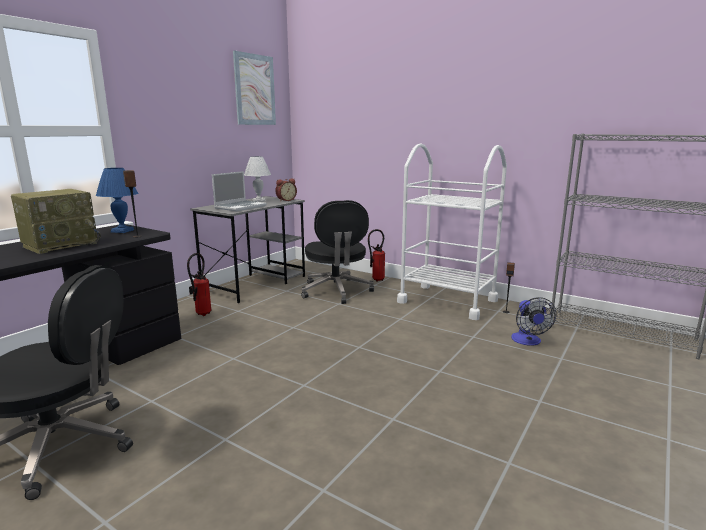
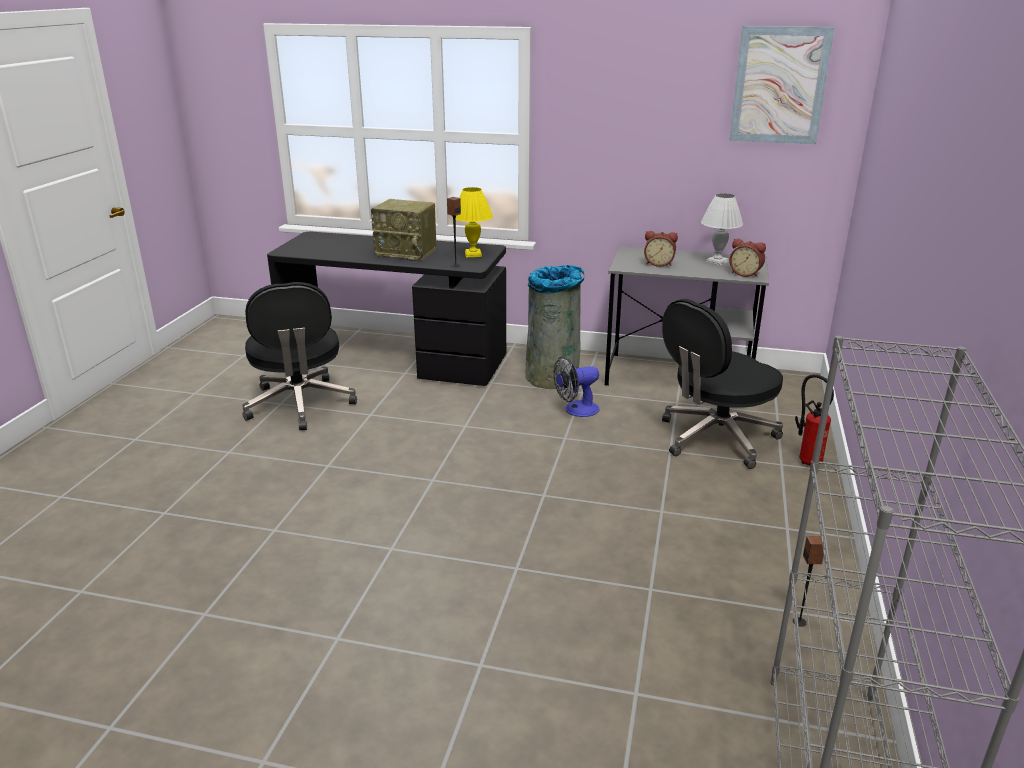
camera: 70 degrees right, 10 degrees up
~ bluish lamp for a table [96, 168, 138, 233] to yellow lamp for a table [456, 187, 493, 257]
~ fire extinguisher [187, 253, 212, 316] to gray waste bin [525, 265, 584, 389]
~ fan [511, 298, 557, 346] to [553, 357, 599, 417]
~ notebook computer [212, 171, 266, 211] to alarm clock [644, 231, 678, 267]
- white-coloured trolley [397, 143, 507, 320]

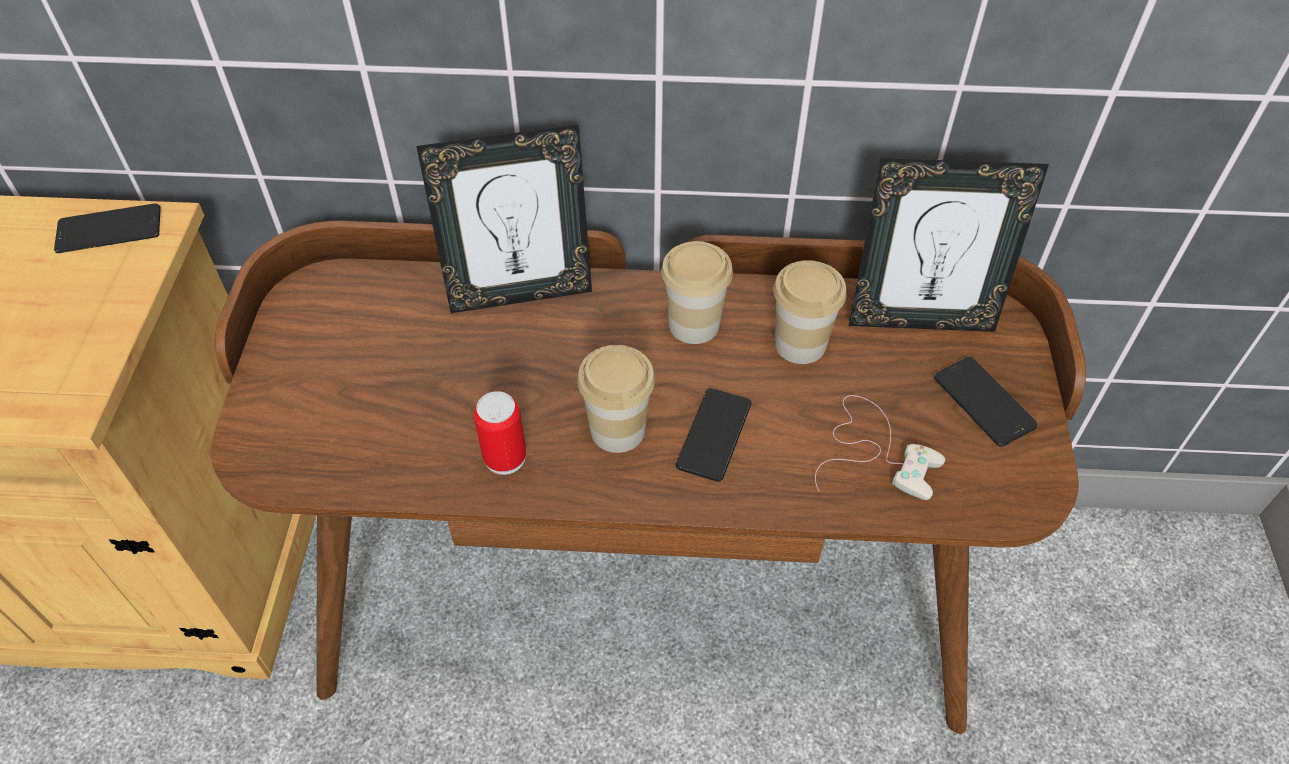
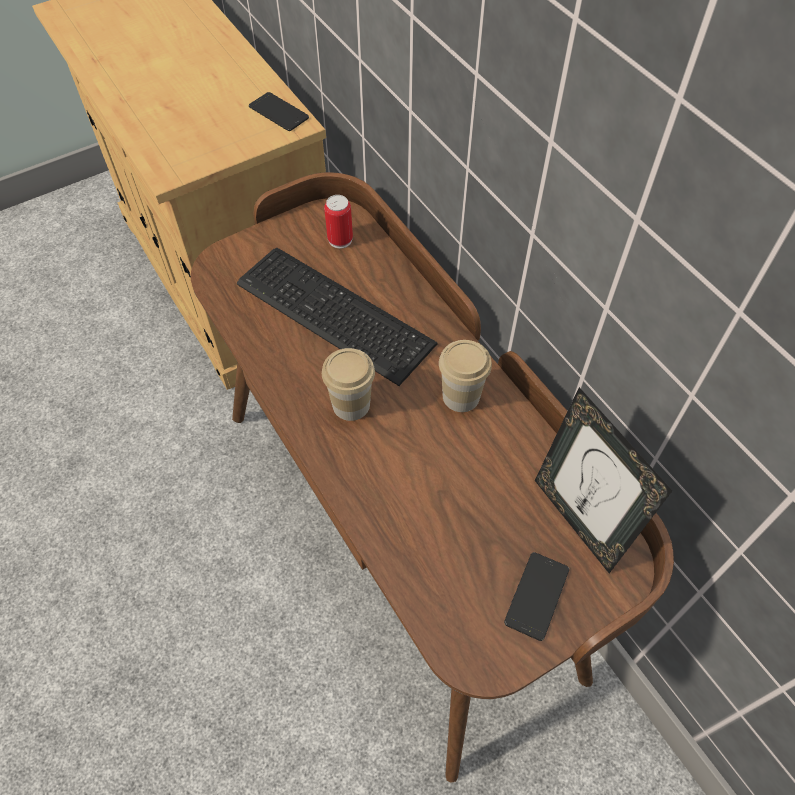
camera: 55 degrees right, 5 degrees up
+ keyboard [237, 248, 438, 386]
~ can [474, 391, 526, 475] to [324, 195, 353, 249]
- photo frame [416, 124, 592, 313]
- phone [676, 388, 751, 482]
- cup [773, 260, 846, 364]
- white-coloured joypad [815, 395, 945, 500]

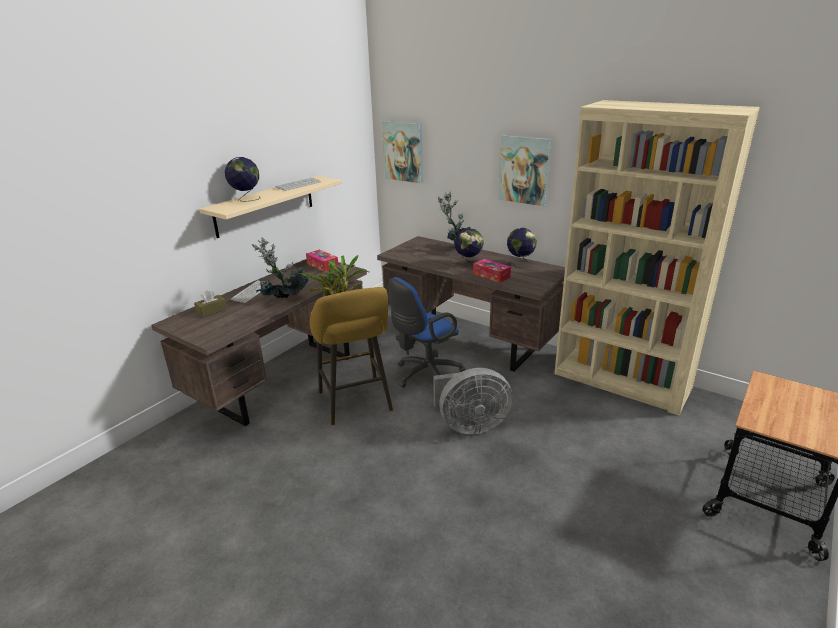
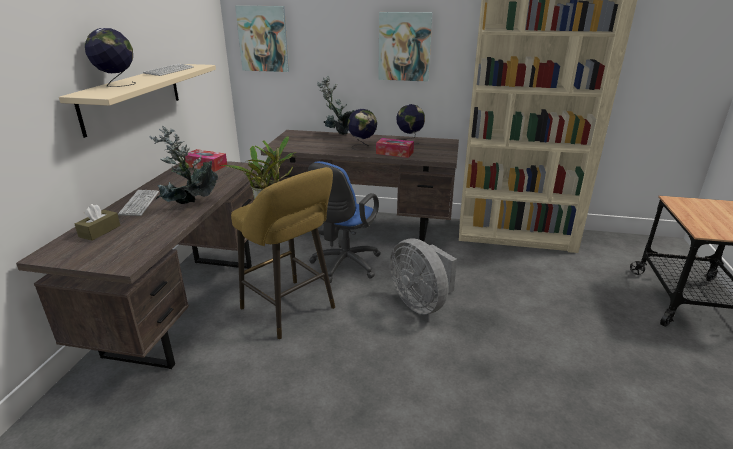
camera: 25 degrees left, 0 degrees up
~ gray fan [433, 368, 513, 435] = [390, 238, 457, 314] 90 degrees clockwise

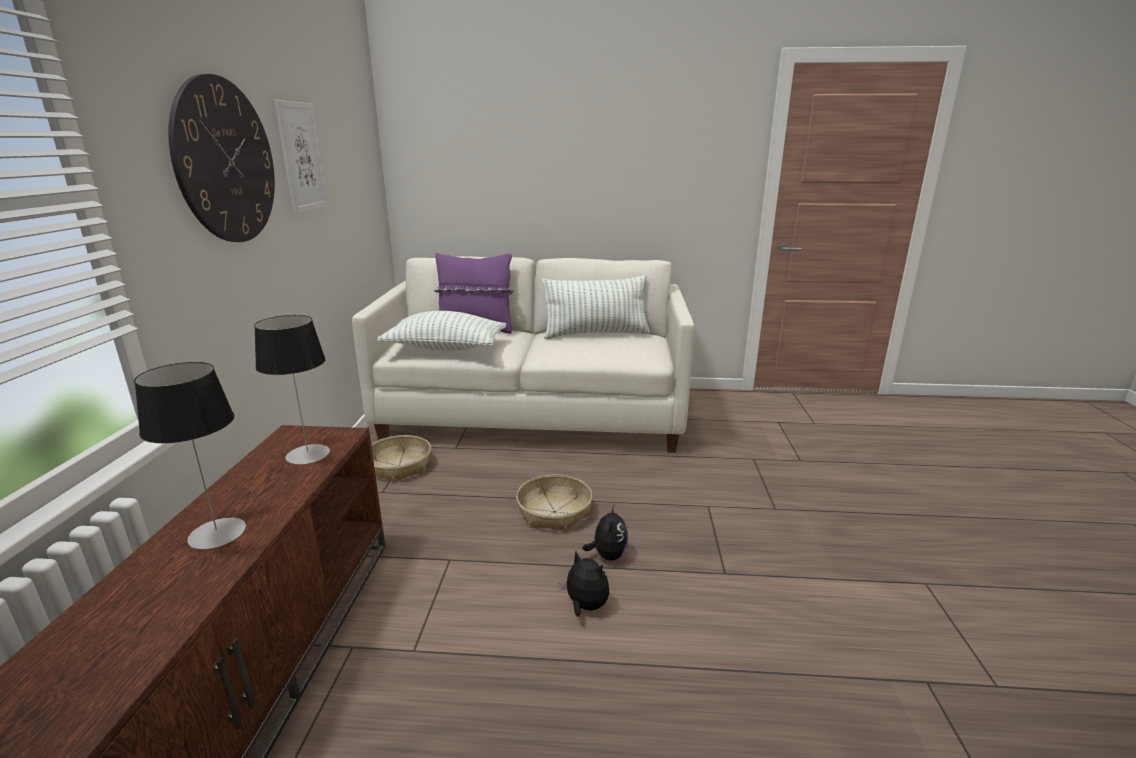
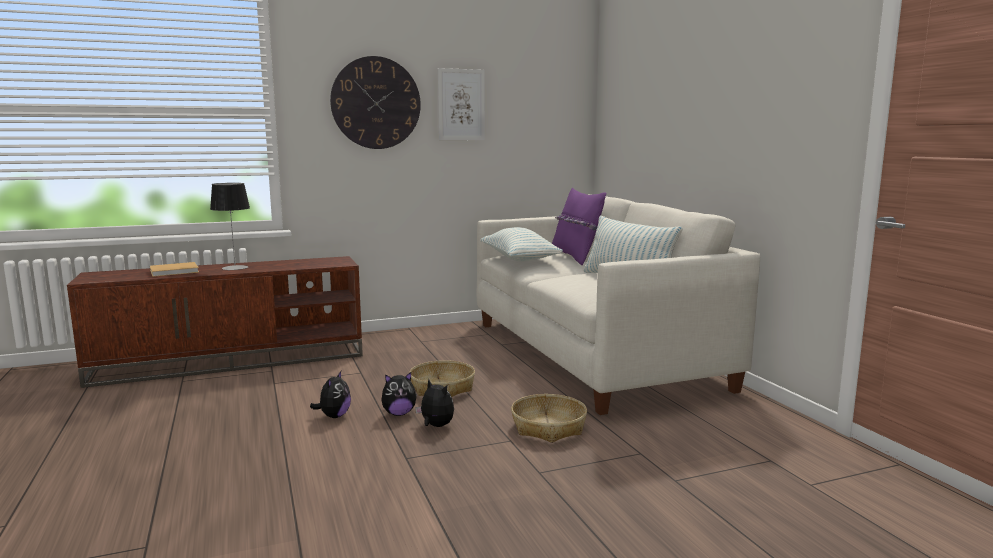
camera: 65 degrees right, 10 degrees down
+ beige-coloured bound book [150, 262, 199, 277]
+ plush toy [415, 379, 454, 427]
~ basket [371, 435, 431, 482] to [511, 394, 587, 443]
- lamp for a table [254, 315, 330, 465]

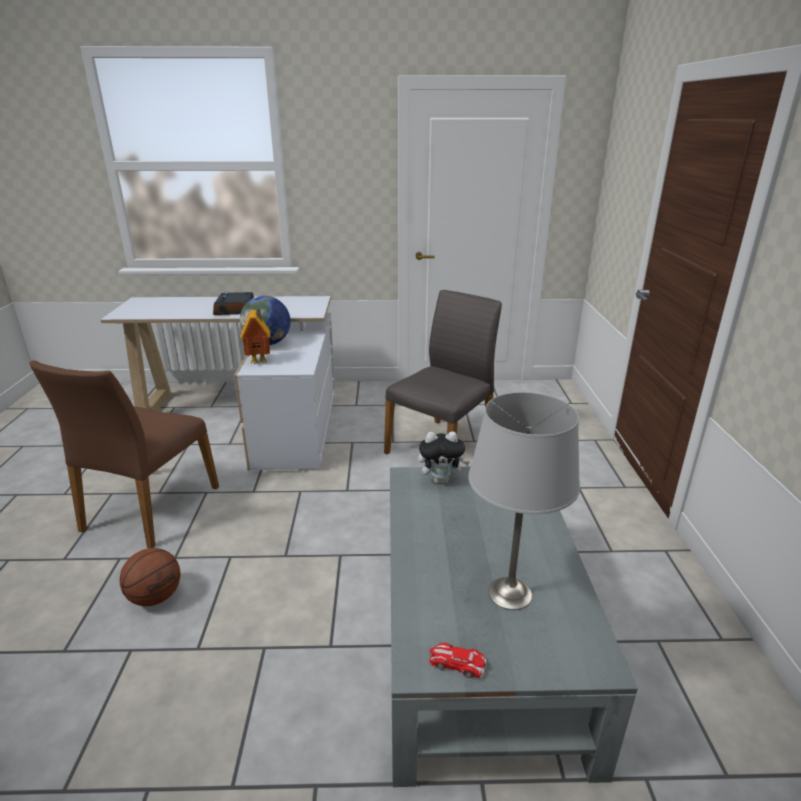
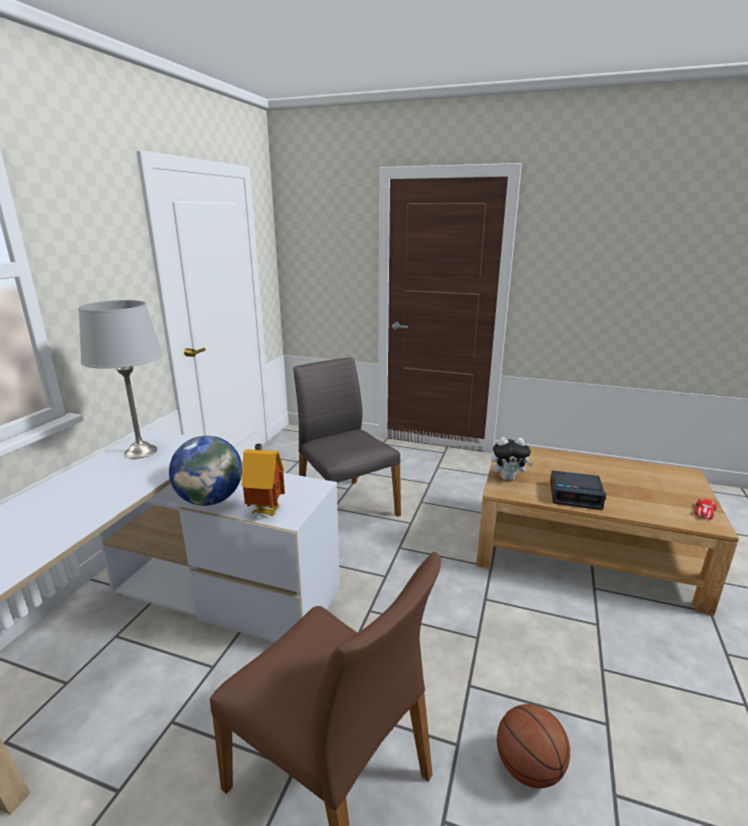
camera: 70 degrees left, 5 degrees down
~ gray lamp for a table [468, 392, 580, 610] to [78, 300, 163, 459]
~ gray low table [390, 467, 638, 787] to brownish low table [476, 442, 739, 615]
~ plush toy [418, 432, 470, 484] = [491, 437, 533, 480] 75 degrees clockwise
~ alarm clock [213, 292, 254, 315] to [550, 470, 606, 510]

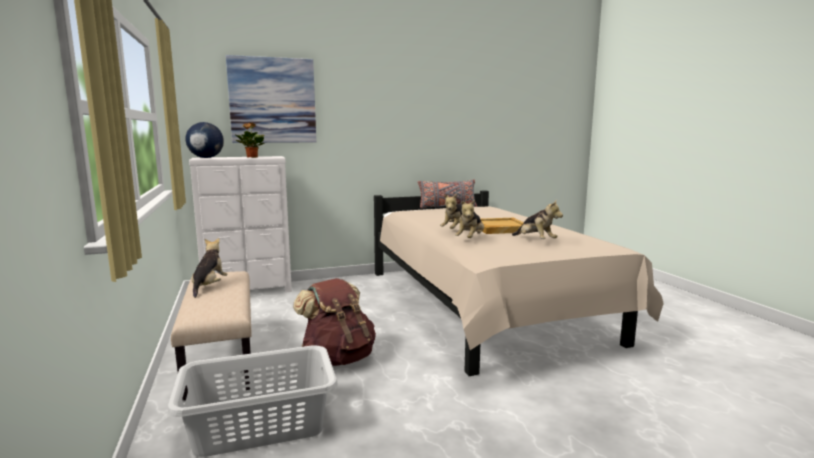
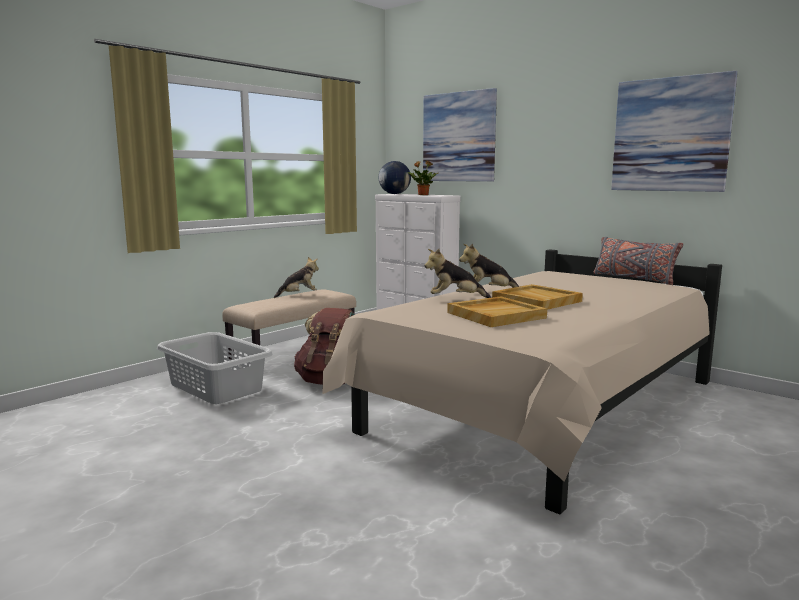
camera: 60 degrees right, 0 degrees up
~ plush toy [512, 201, 563, 239] to beige-coloured carrying tray [447, 296, 547, 327]
+ picture [611, 71, 738, 192]

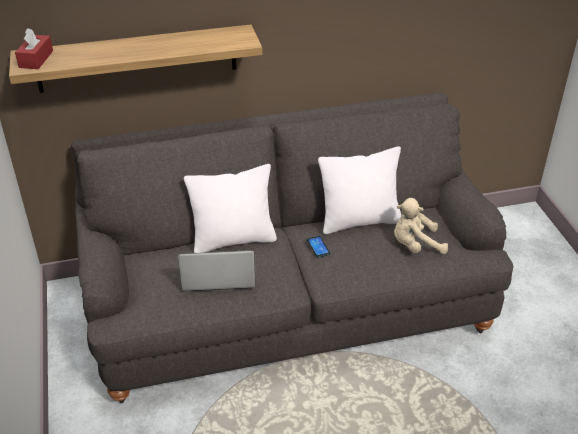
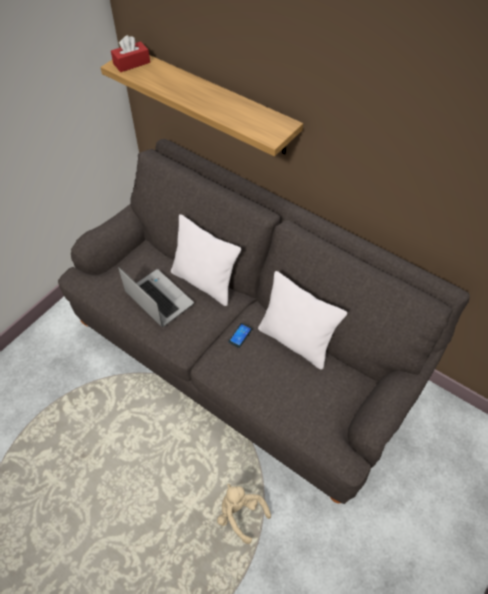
camera: 50 degrees right, 15 degrees up
~ beige-coloured plush toy [394, 198, 448, 254] to [217, 484, 271, 544]

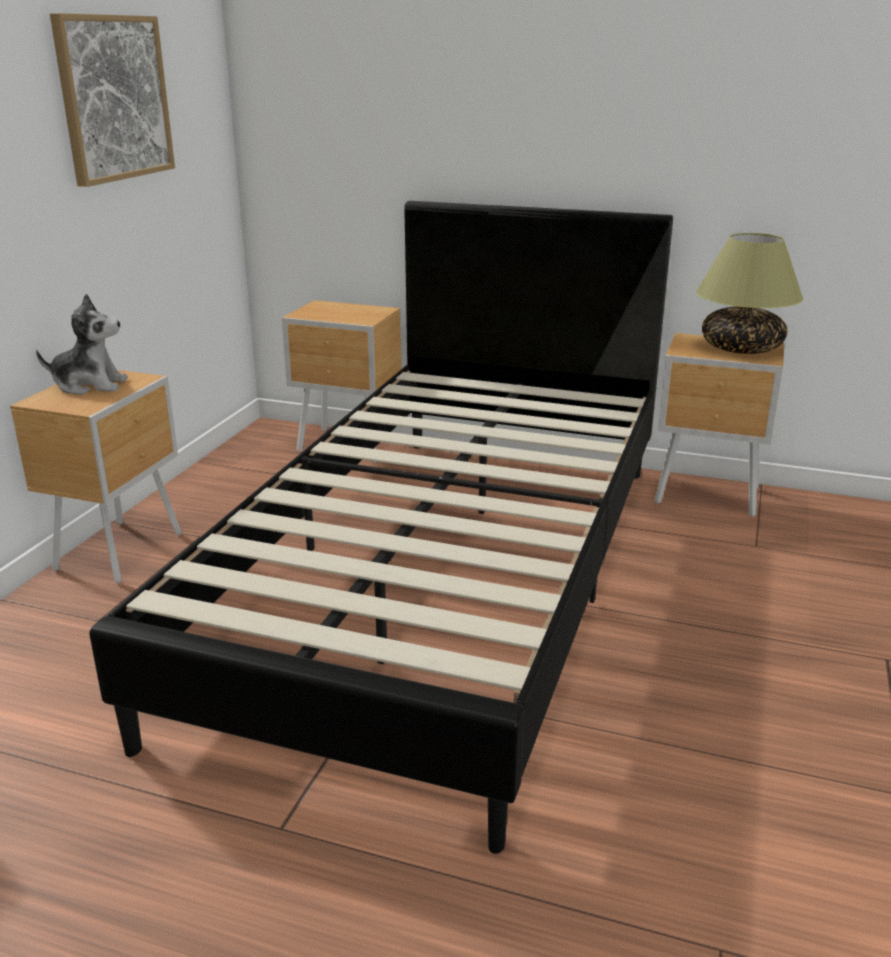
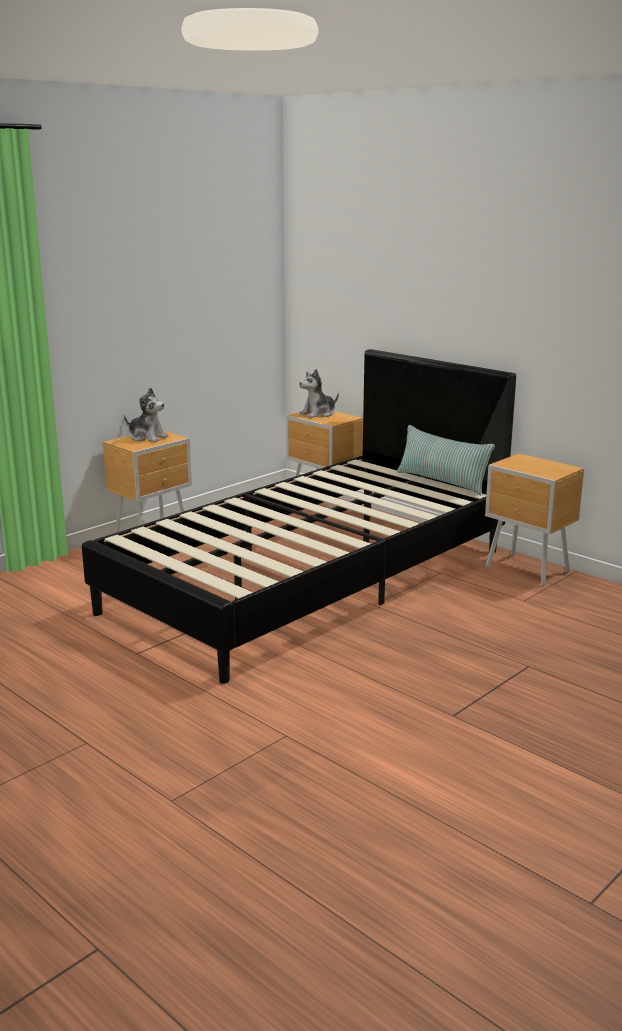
camera: 25 degrees right, 5 degrees down
+ plush toy [299, 369, 339, 418]
+ pillow [397, 425, 495, 495]
- picture [50, 13, 175, 187]
- lamp for a table [696, 233, 803, 354]

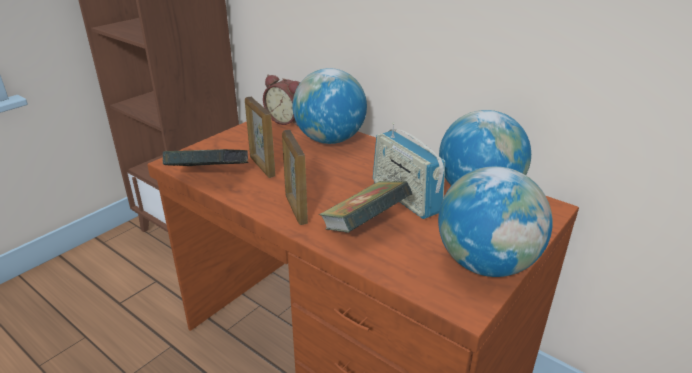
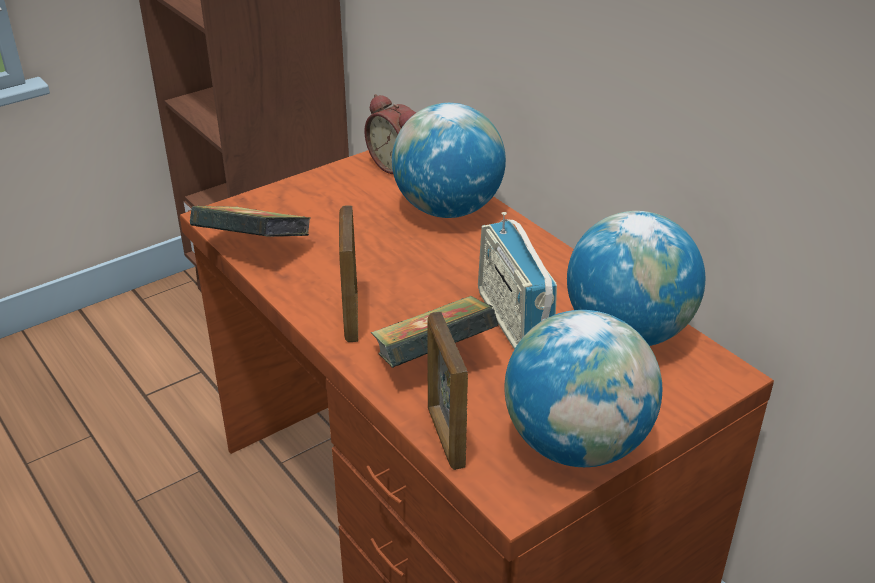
camera: 15 degrees right, 5 degrees up
~ photo frame [245, 97, 275, 178] to [427, 312, 468, 470]

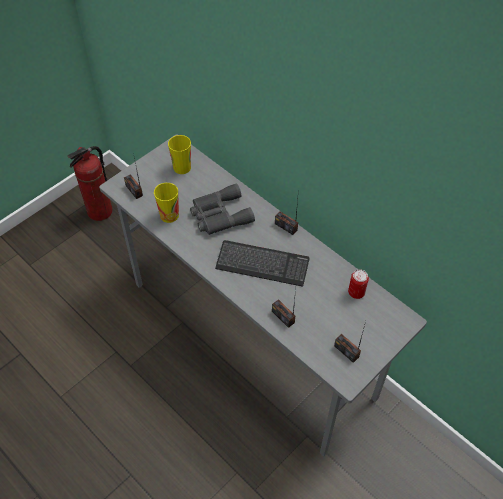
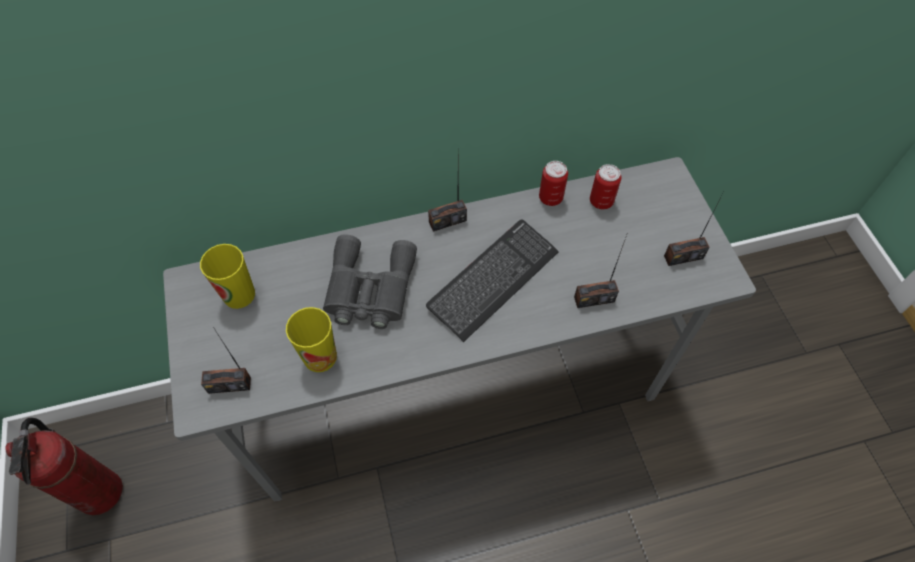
camera: 60 degrees left, 5 degrees up
+ can [539, 161, 568, 206]

